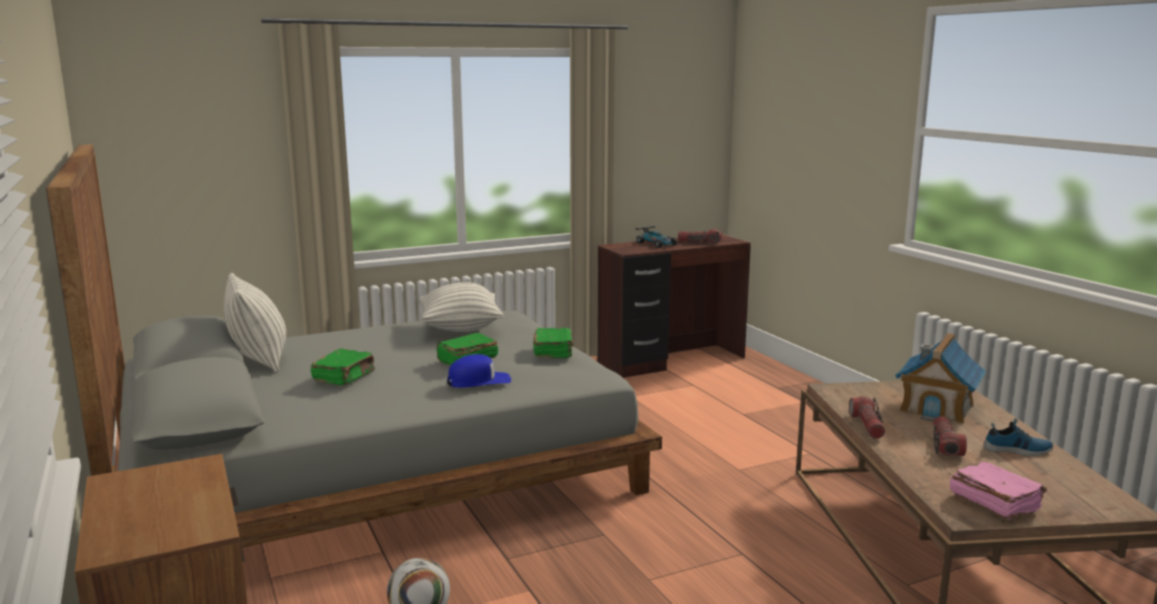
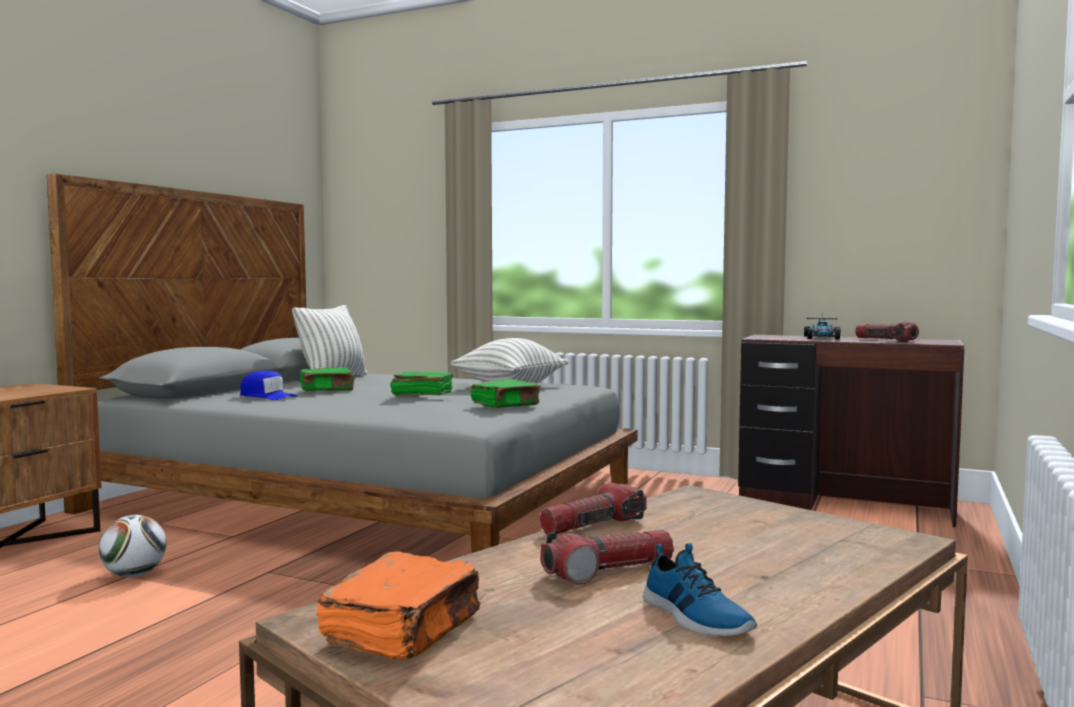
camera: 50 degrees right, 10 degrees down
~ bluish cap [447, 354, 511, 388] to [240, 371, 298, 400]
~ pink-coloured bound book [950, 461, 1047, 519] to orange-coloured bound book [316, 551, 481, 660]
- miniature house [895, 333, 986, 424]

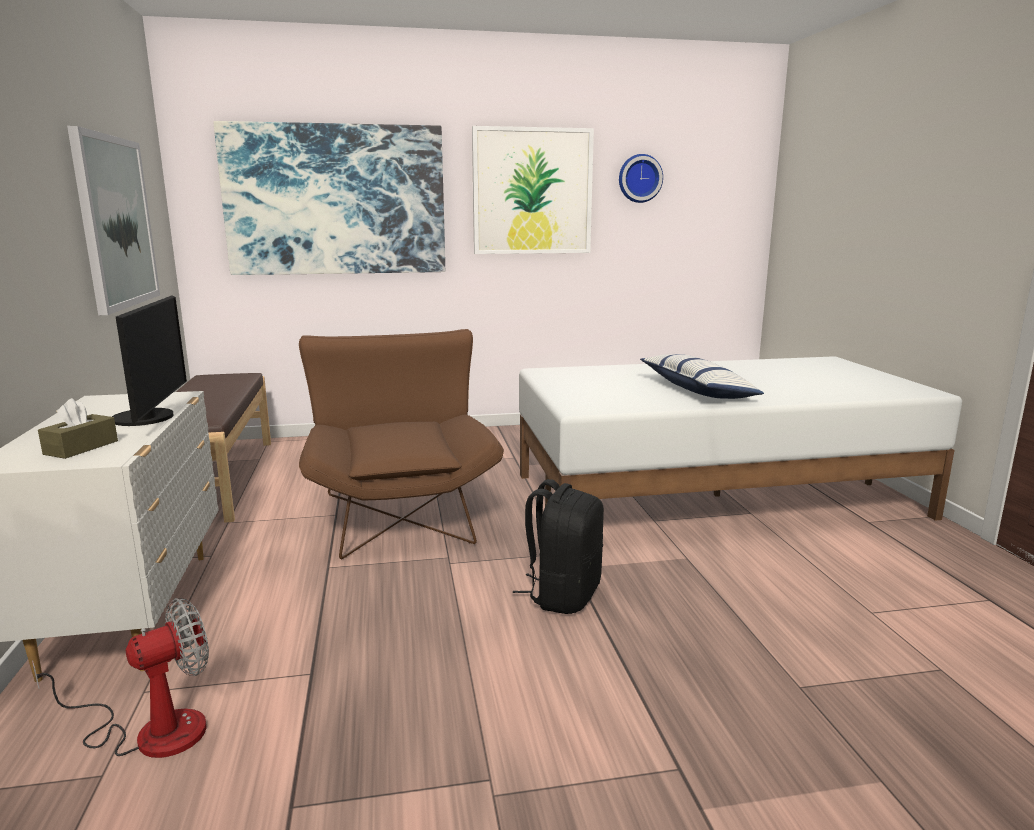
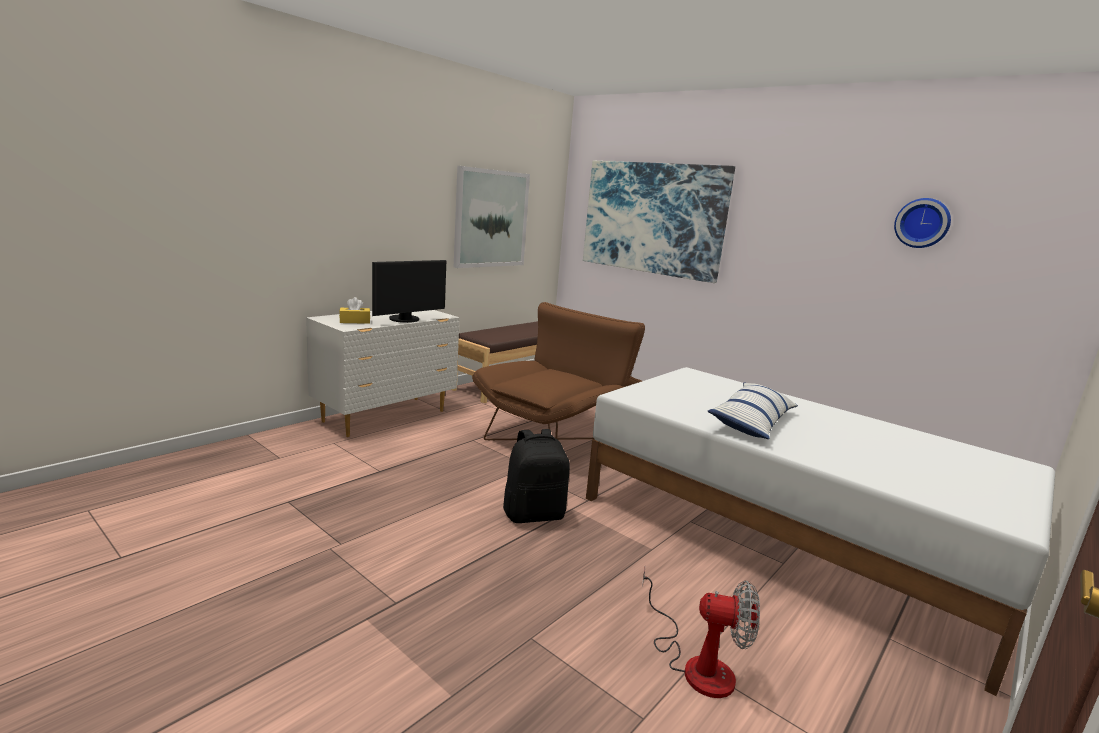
camera: 50 degrees right, 0 degrees up
~ brownish tissue box [38, 398, 118, 459] to yellow tissue box [339, 297, 370, 324]
~ fan [32, 598, 209, 758] to [642, 568, 760, 698]
- picture [472, 126, 594, 254]

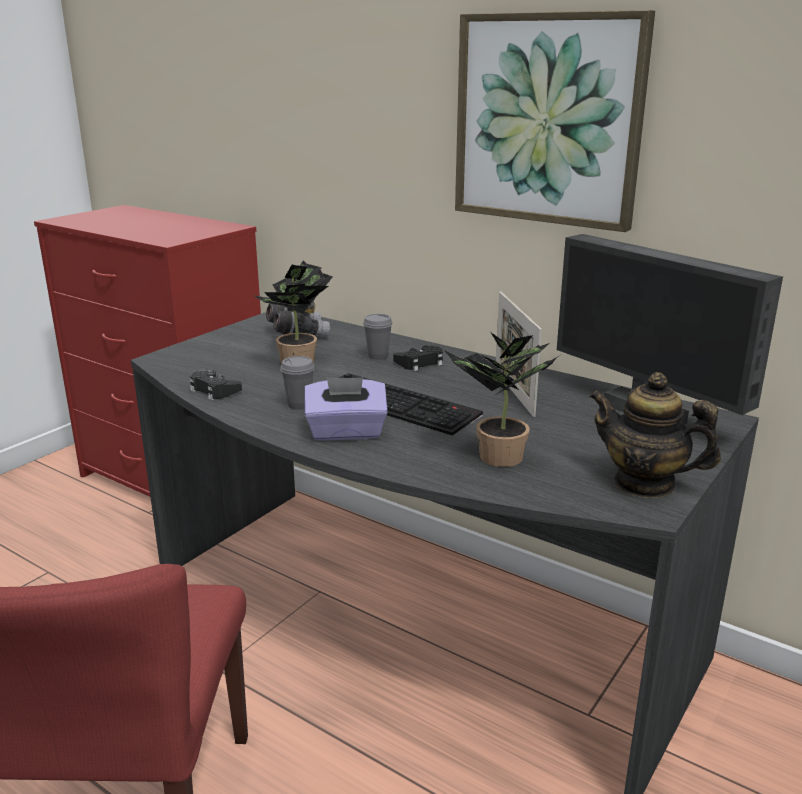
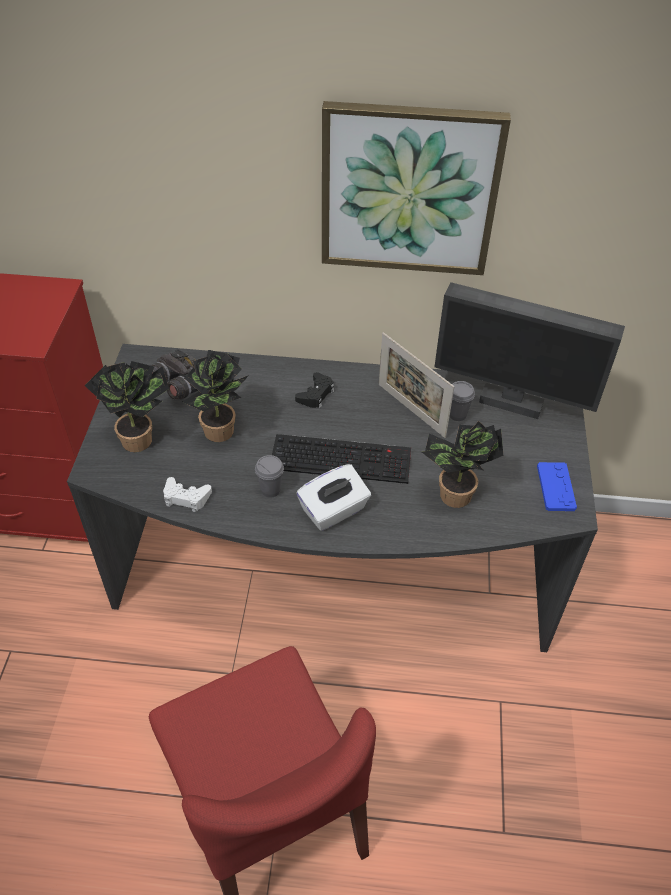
camera: 30 degrees left, 25 degrees up
+ potted plant [85, 361, 169, 452]
~ black-coloured joypad [190, 370, 242, 400] to white-coloured joypad [163, 477, 212, 512]
~ purple tissue box [304, 377, 388, 441] to white-coloured tissue box [297, 464, 371, 531]
~ gray cup [363, 314, 393, 360] to [450, 381, 475, 421]
~ pot for tea [589, 372, 721, 498] to bluish joypad [537, 462, 577, 511]

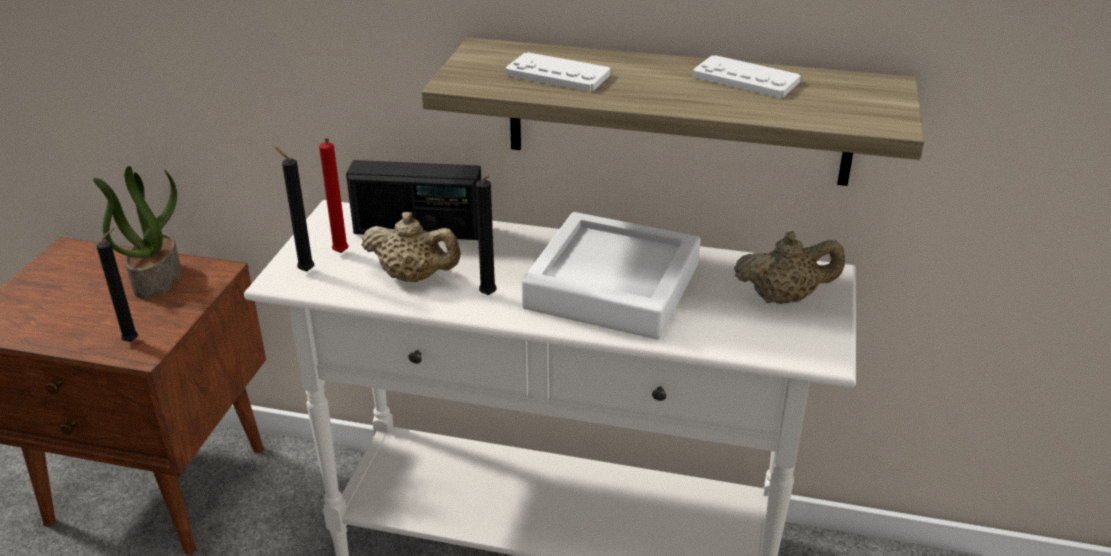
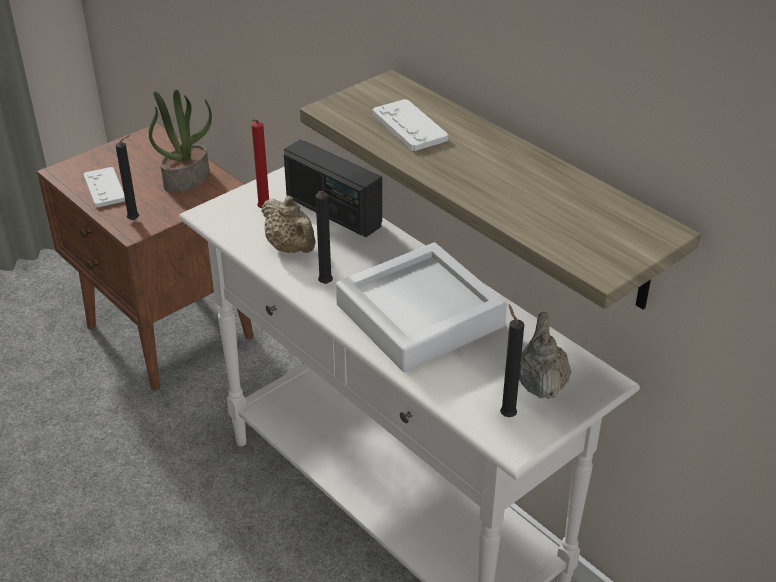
camera: 35 degrees right, 5 degrees up
~ white-coloured joypad [692, 55, 801, 98] to [84, 167, 125, 208]
~ black-coloured wax candle [274, 146, 314, 271] to [500, 305, 524, 417]
~ beige-coloured pot for tea [734, 231, 845, 304] = [519, 312, 571, 399] 120 degrees counterclockwise

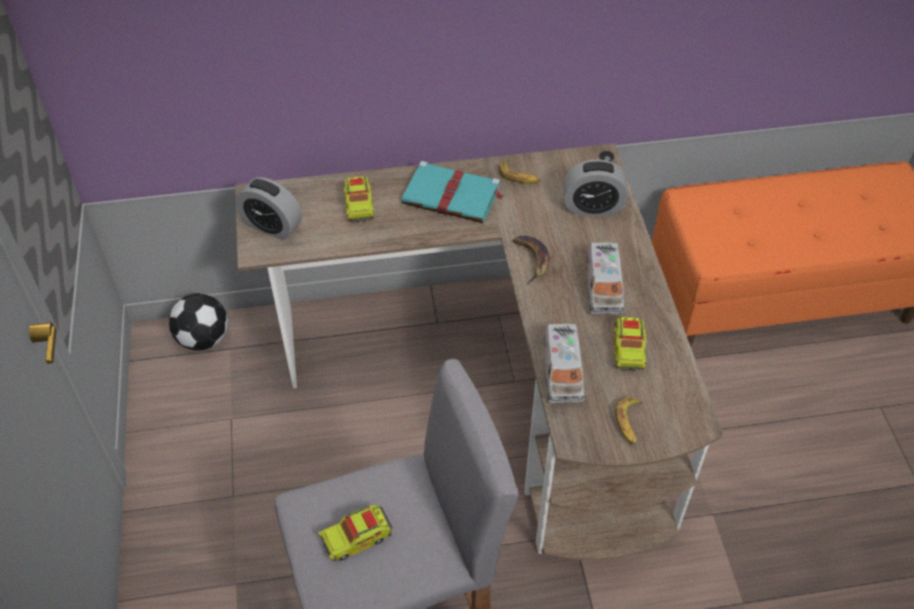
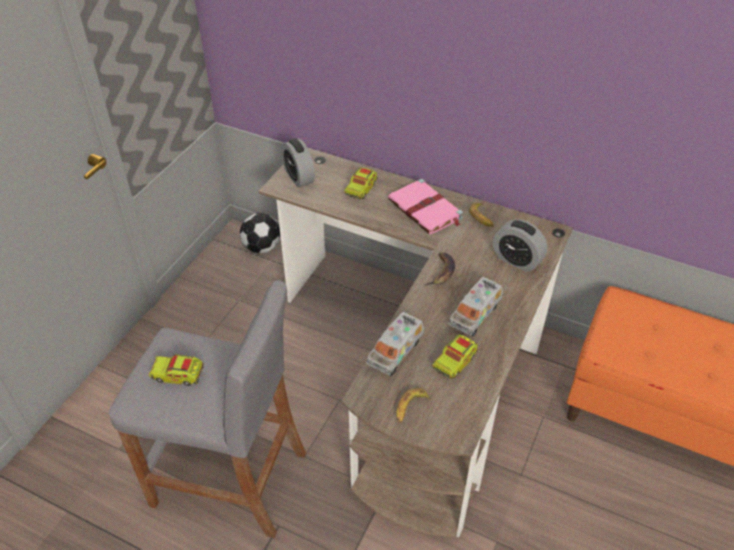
camera: 35 degrees right, 5 degrees down
~ turquoise-coloured bound book [401, 161, 505, 223] to pink-coloured bound book [388, 179, 463, 235]

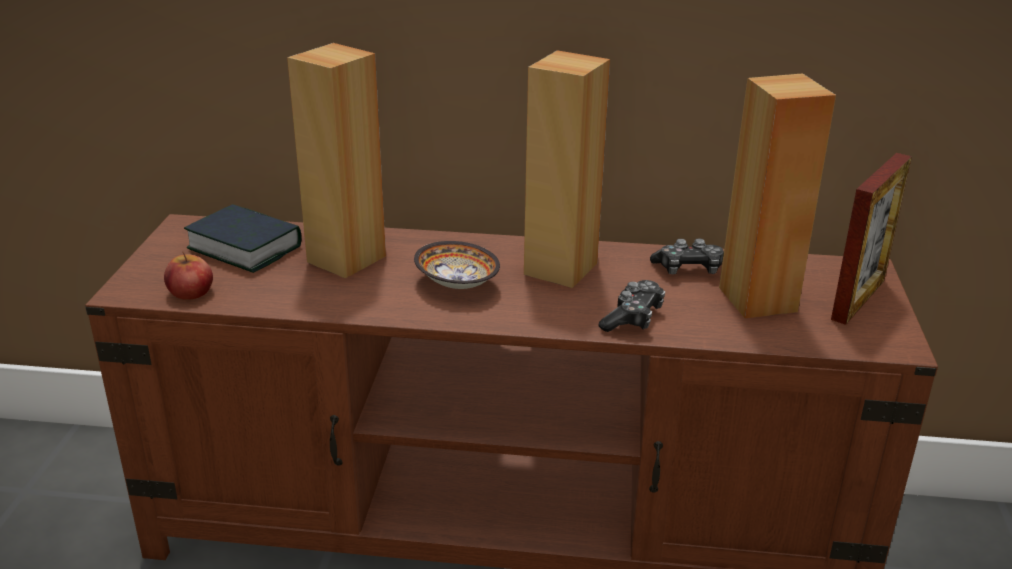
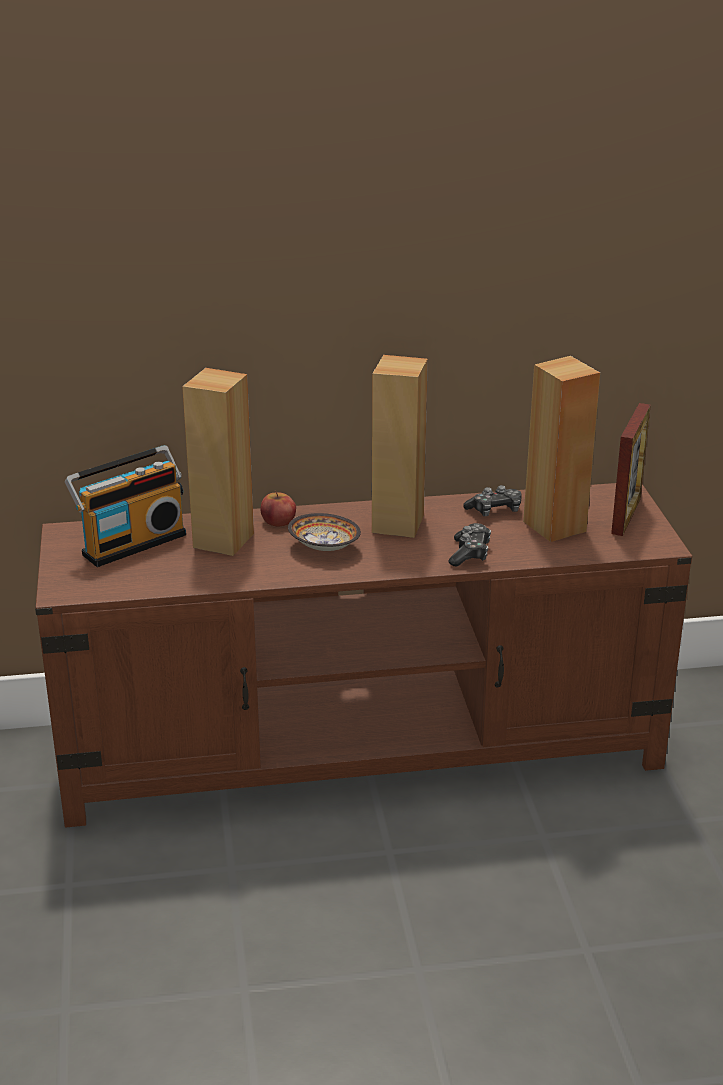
camera: 15 degrees left, 0 degrees up
~ bound book [184, 204, 301, 273] to radio receiver [65, 445, 186, 567]
~ apple fruit [164, 251, 213, 300] to [261, 490, 296, 526]

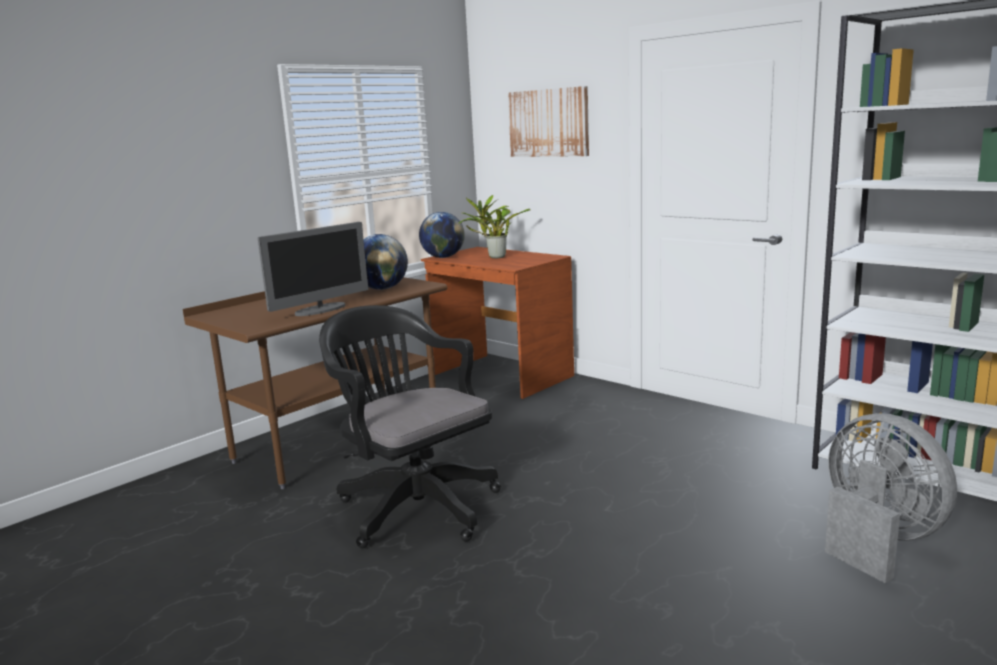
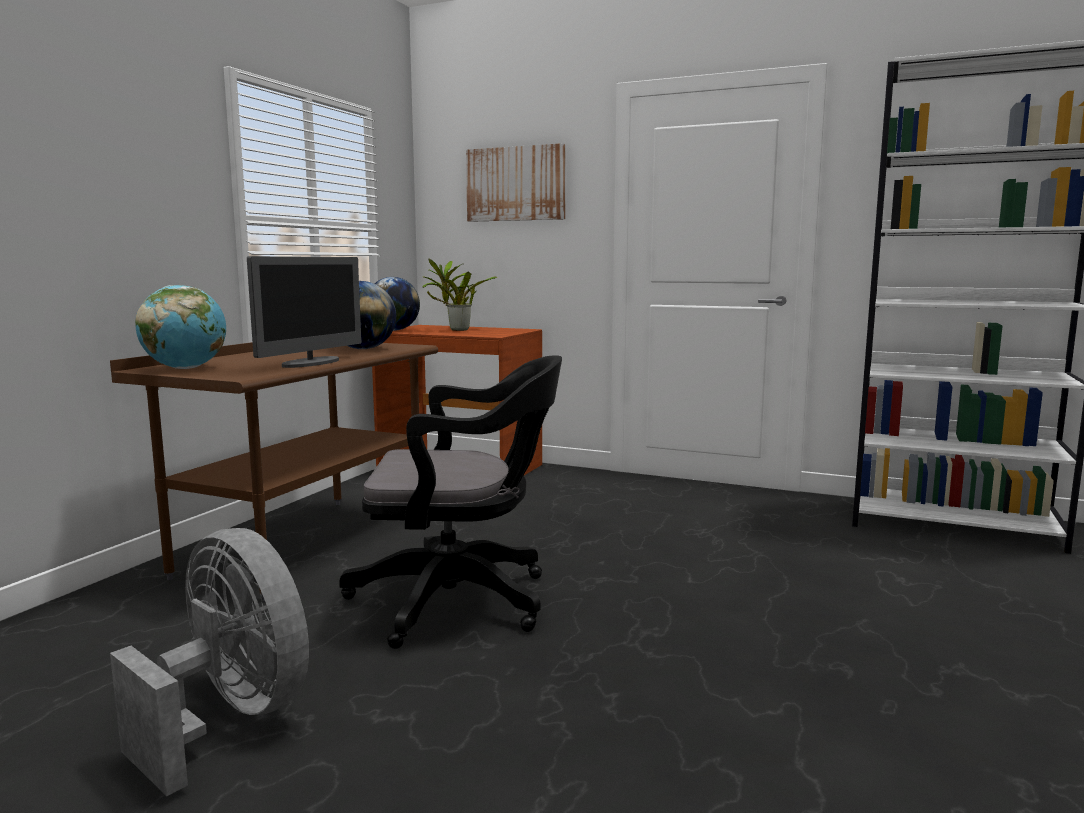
camera: 20 degrees left, 5 degrees down
~ gray fan [825, 413, 957, 583] to [110, 528, 309, 796]
+ world globe [135, 285, 226, 369]
~ black-coloured desk chair [319, 305, 501, 548] = [339, 356, 562, 649] 150 degrees clockwise

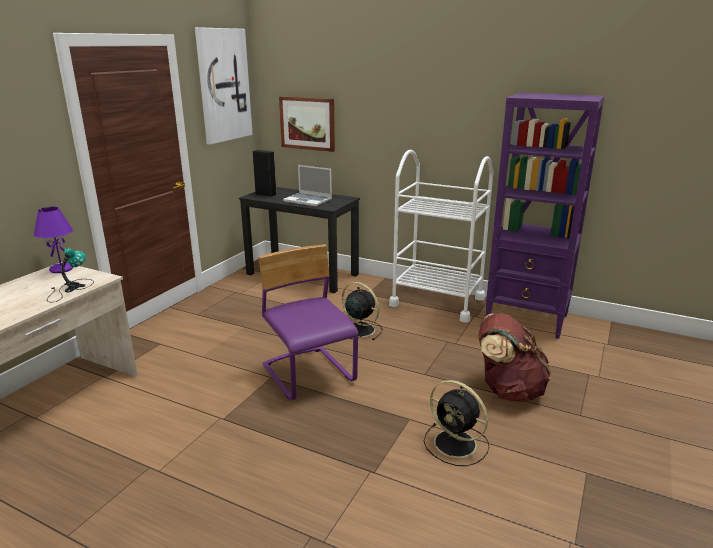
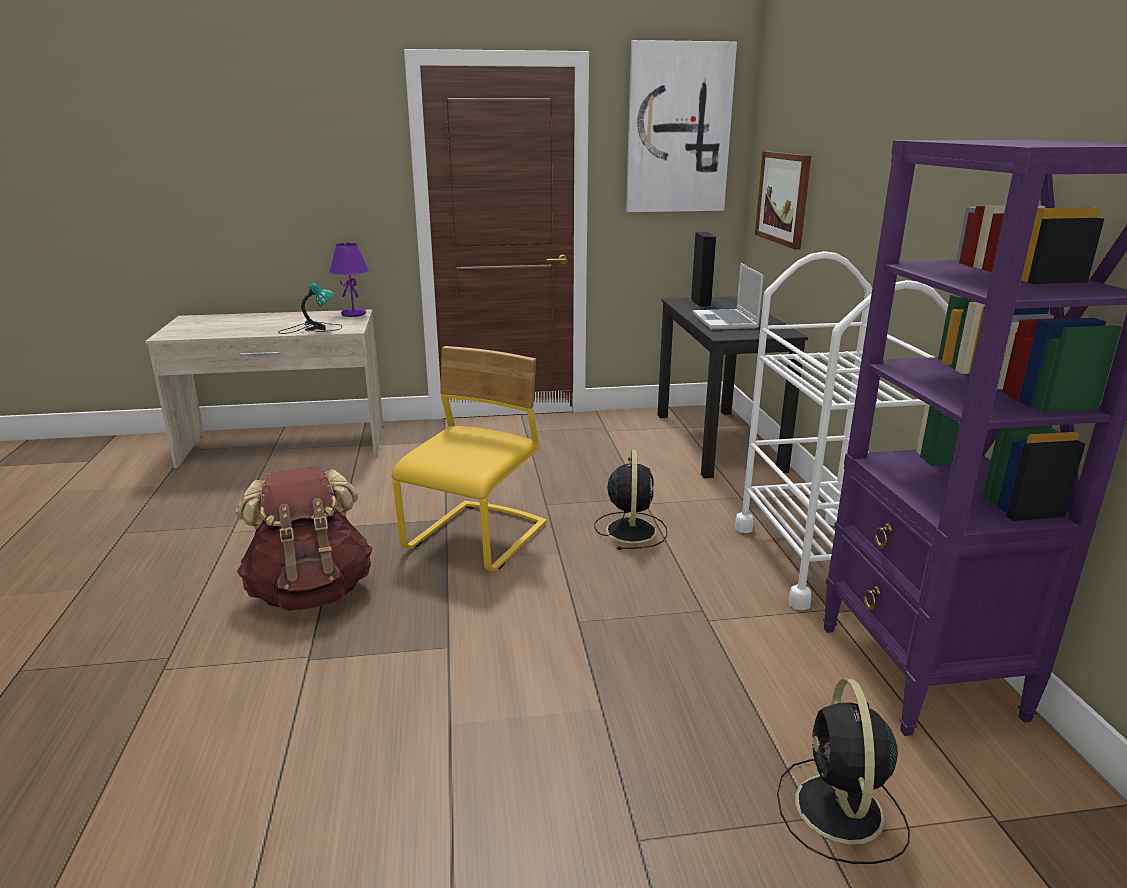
camera: 55 degrees right, 0 degrees up
~ brownish backpack [478, 313, 551, 402] to [236, 466, 372, 611]
~ purple plain chair [259, 244, 359, 401] to yellow plain chair [391, 346, 547, 572]
~ black-coloured fan [424, 380, 489, 466] to [777, 679, 910, 864]

